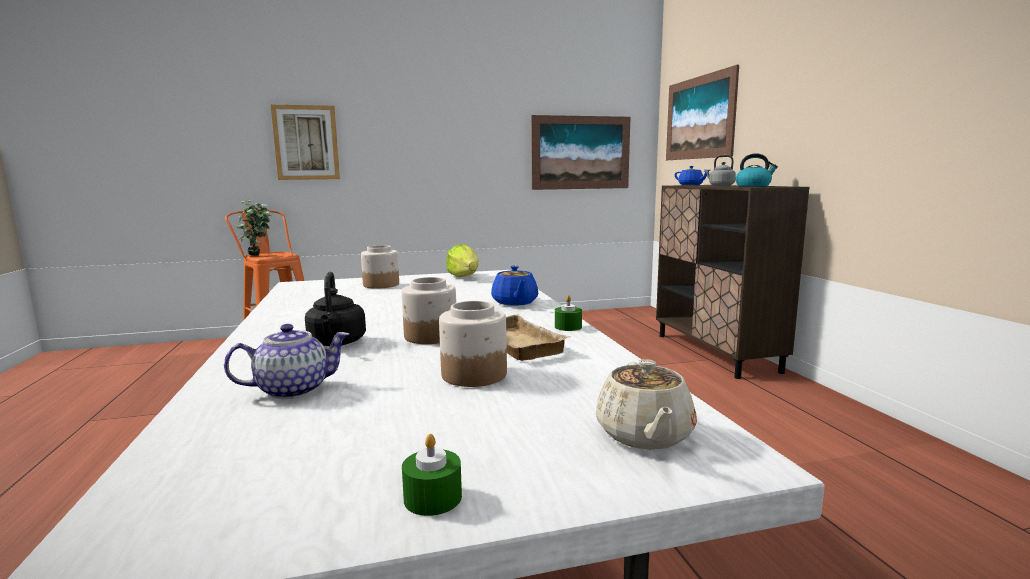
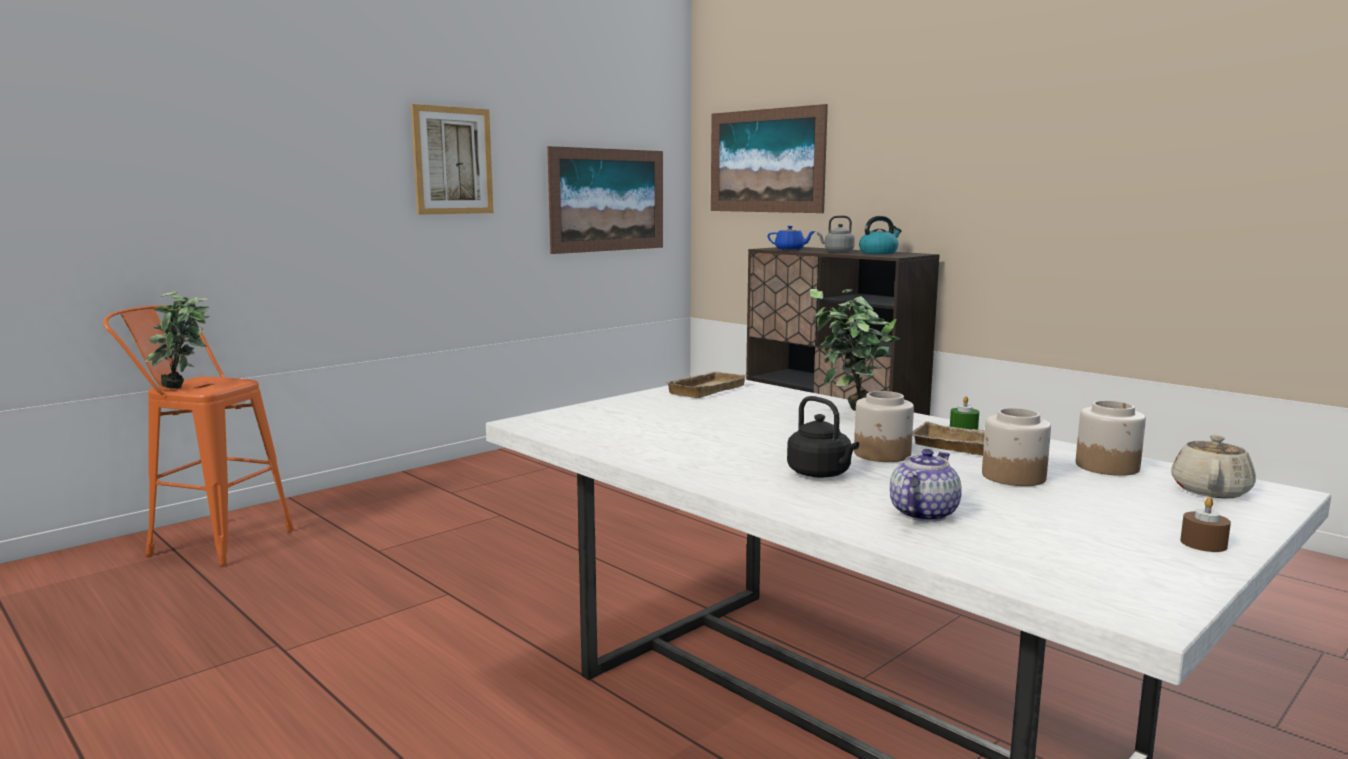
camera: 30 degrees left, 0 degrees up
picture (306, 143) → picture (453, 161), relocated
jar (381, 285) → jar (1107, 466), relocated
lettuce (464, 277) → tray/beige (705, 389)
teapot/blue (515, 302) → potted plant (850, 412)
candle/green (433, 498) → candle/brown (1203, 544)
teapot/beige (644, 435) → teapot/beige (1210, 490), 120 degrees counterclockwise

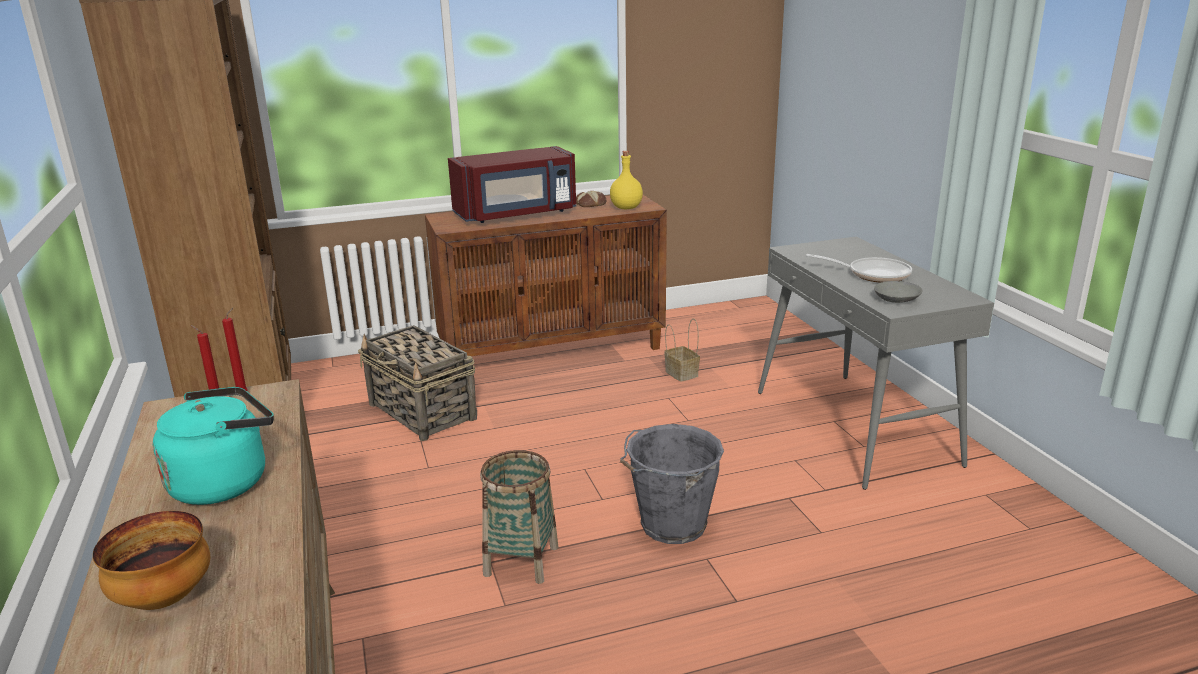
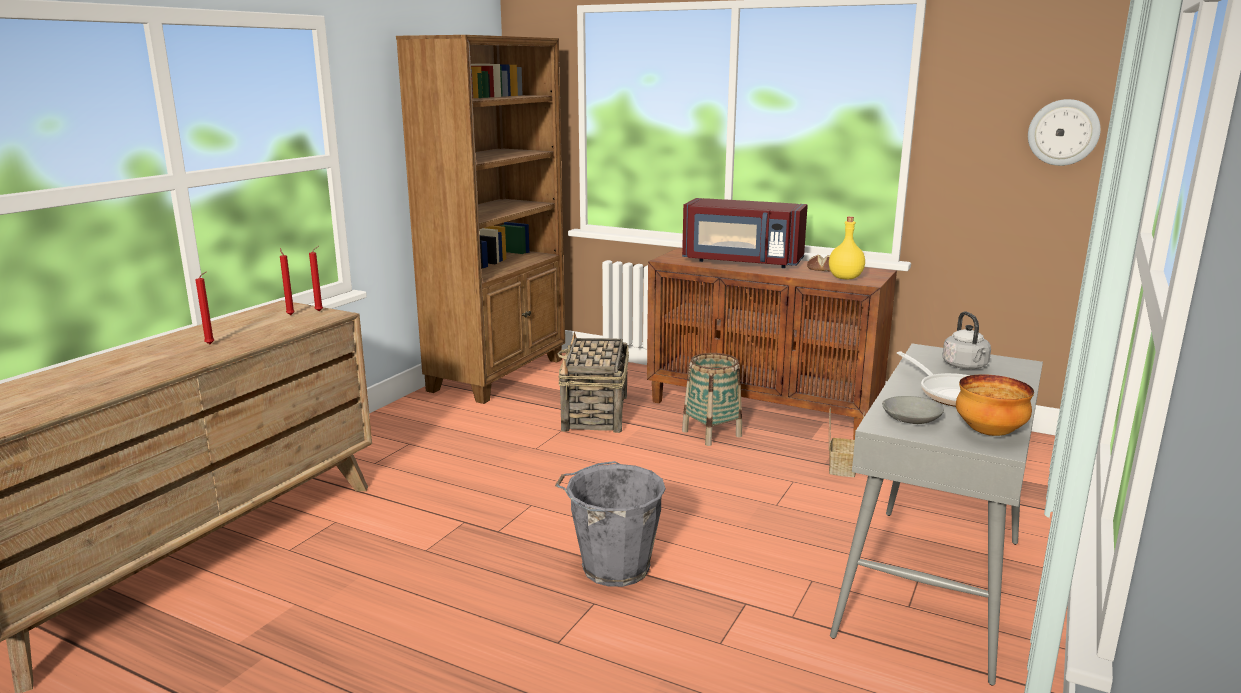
camera: 45 degrees right, 5 degrees down
- → kettle/grey (966, 366)
- → wall clock (1063, 132)
bowl (163, 599) → bowl (988, 433), relocated
basket (521, 560) → basket (711, 433), relocated
kettle/turquoise (225, 482) → candle/red (211, 344)

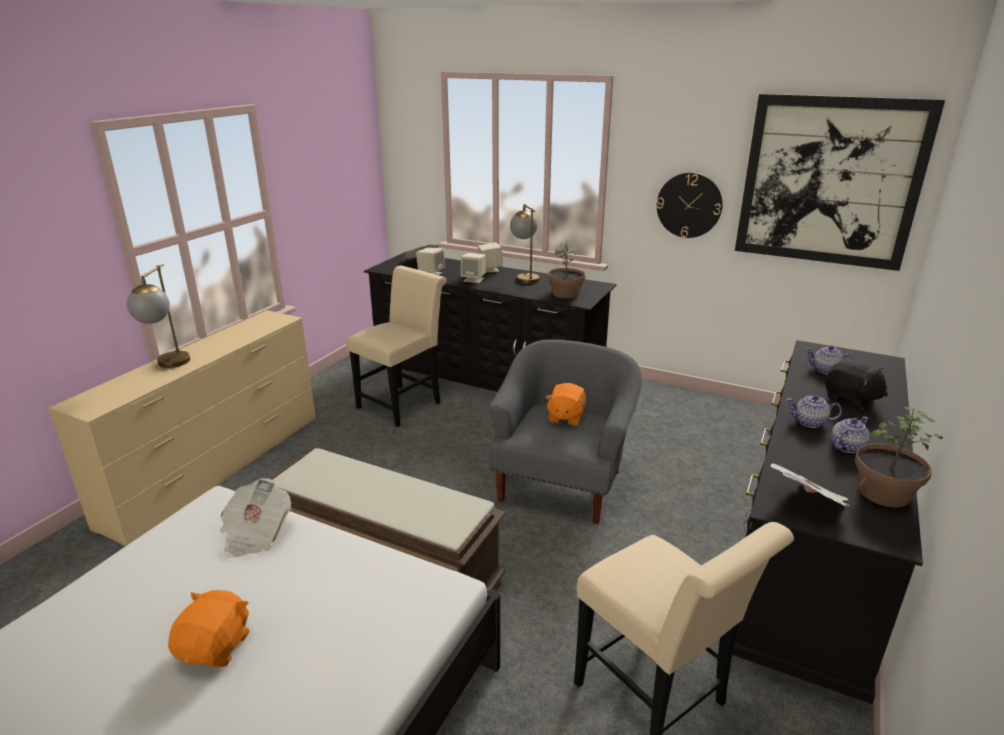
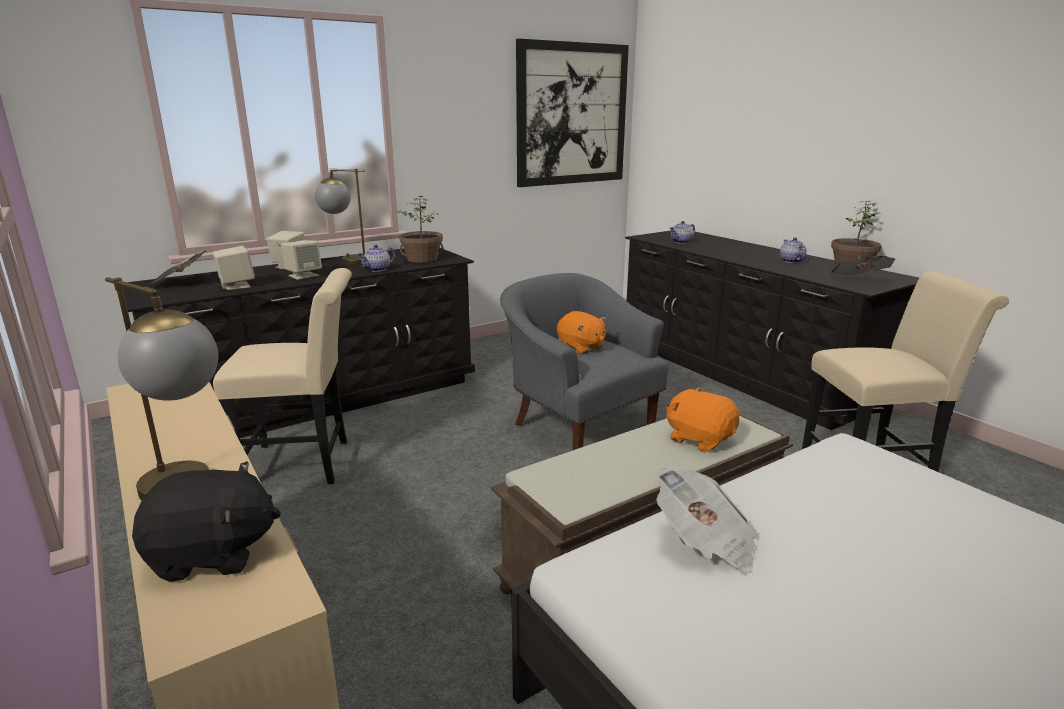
camera: 60 degrees left, 5 degrees down
wall clock (689, 205) → -
plush toy/orange (216, 647) → plush toy/orange (699, 439), relocated
teapot (810, 422) → teapot (378, 269), relocated
plush toy/black (851, 399) → plush toy/black (213, 554), relocated
chair/beige (403, 403) → chair/beige (306, 463), 105 degrees clockwise

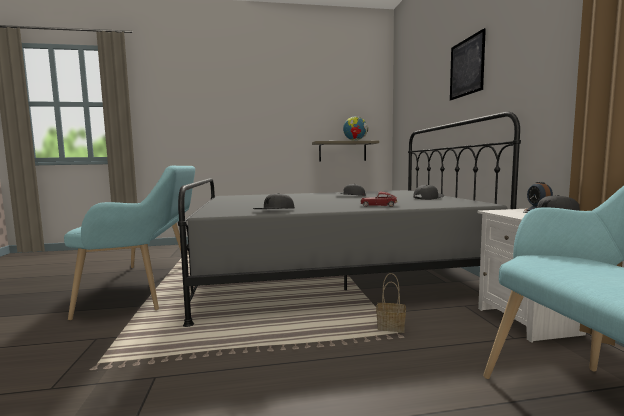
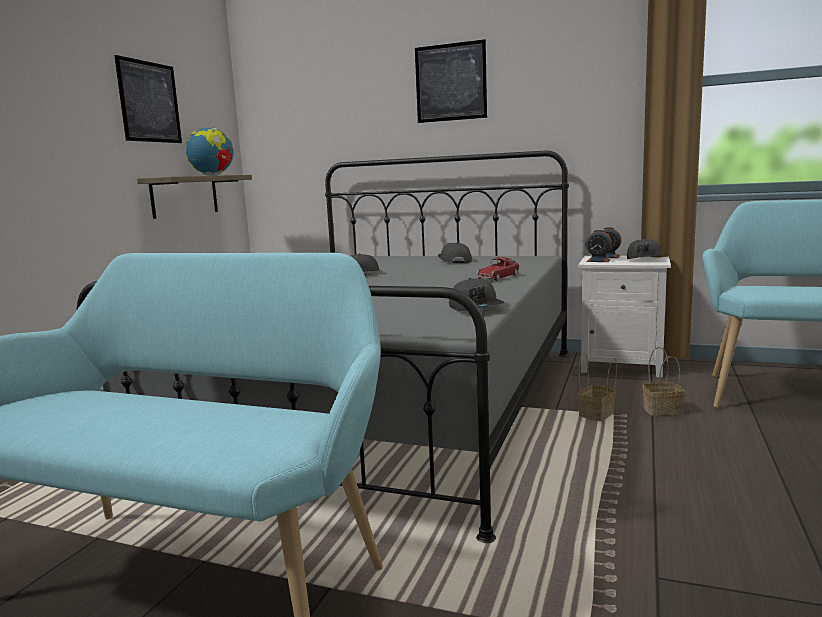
camera: 60 degrees left, 5 degrees up
- → picture (149, 102)
- → alarm clock (598, 260)
- → basket (661, 411)

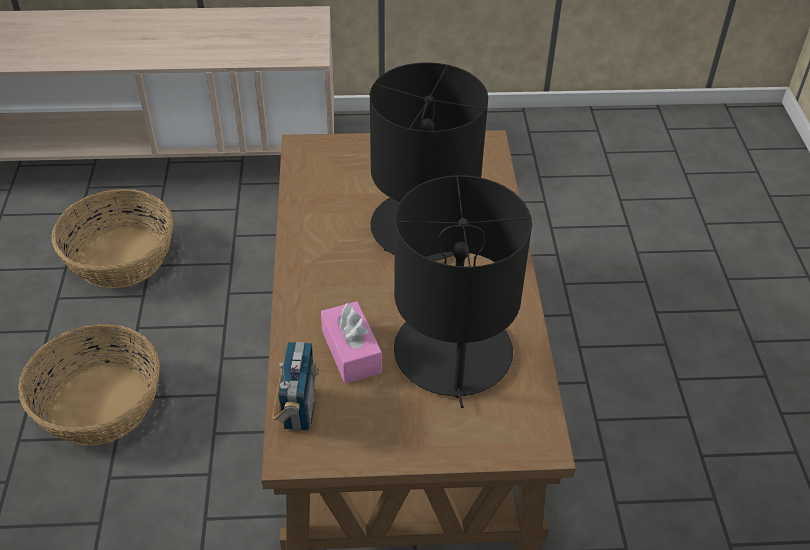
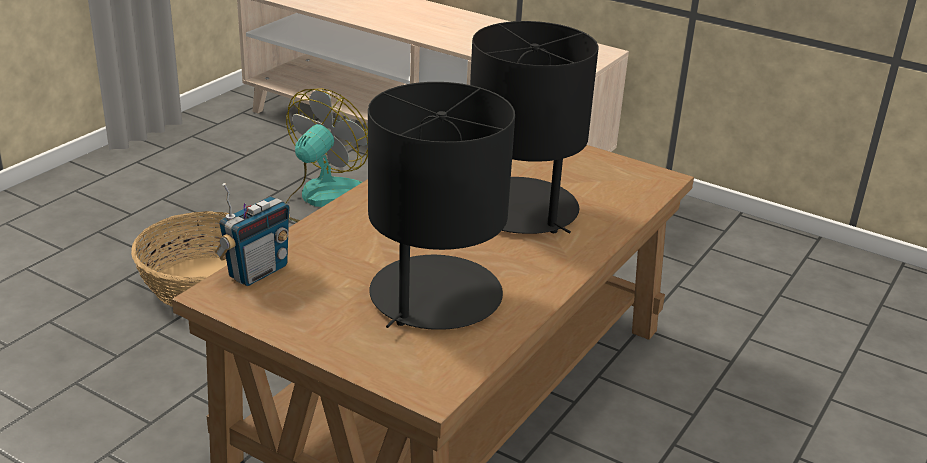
camera: 35 degrees right, 15 degrees down
tissue box/pink (351, 352) → -
basket (120, 258) → fan (324, 201)

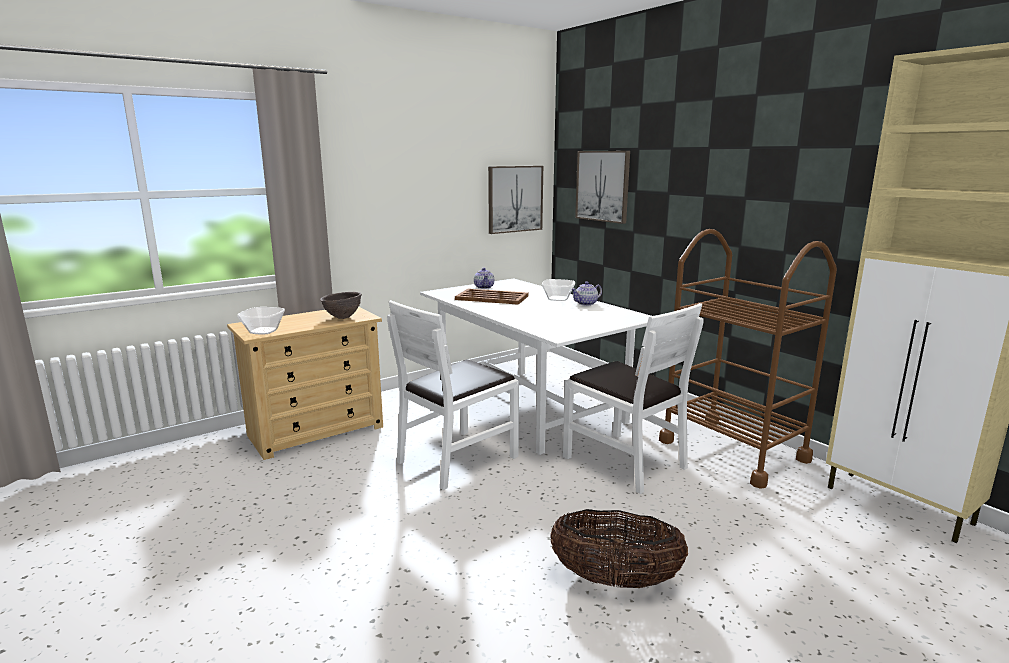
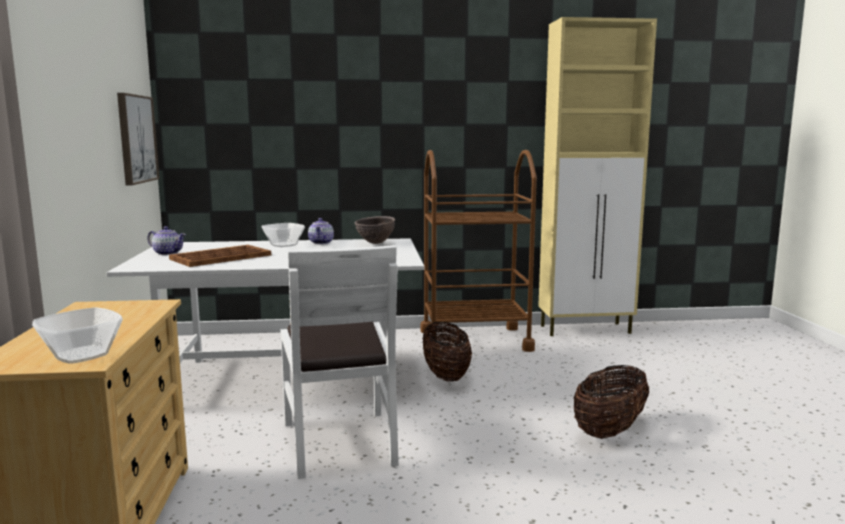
camera: 60 degrees left, 5 degrees down
picture (603, 186) → -
bowl/brown (342, 318) → bowl/brown (375, 243), relocated
chair/white (624, 461) → basket (446, 375)

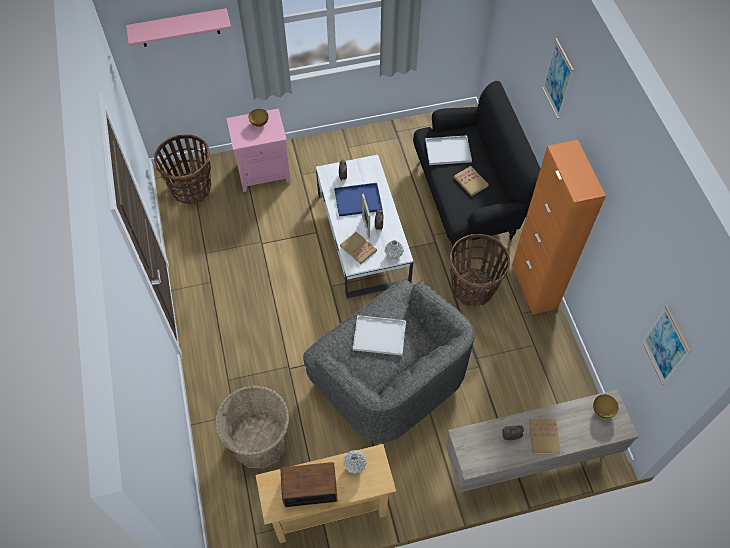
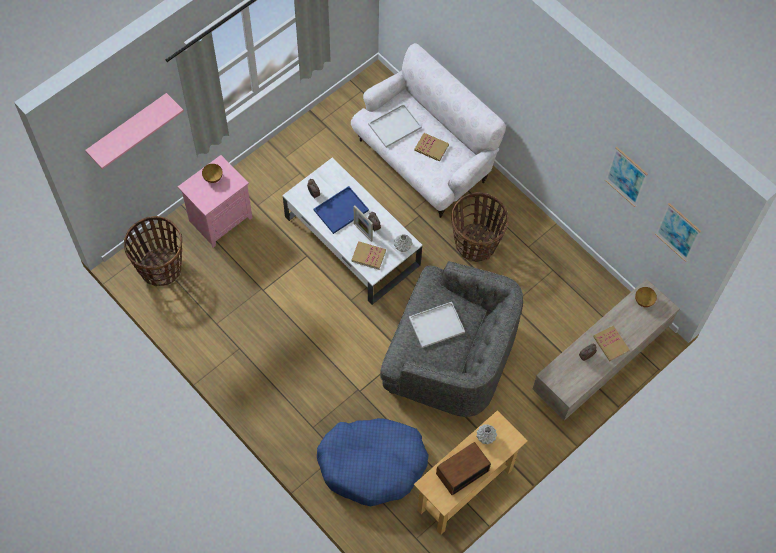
camera: 30 degrees left, 5 degrees up
cabinet/orange (534, 286) → -
picture (557, 79) → picture (626, 176), relocated
basket (259, 440) → dog bed/blue (372, 464)
sofa/black (467, 198) → sofa/white (424, 159)

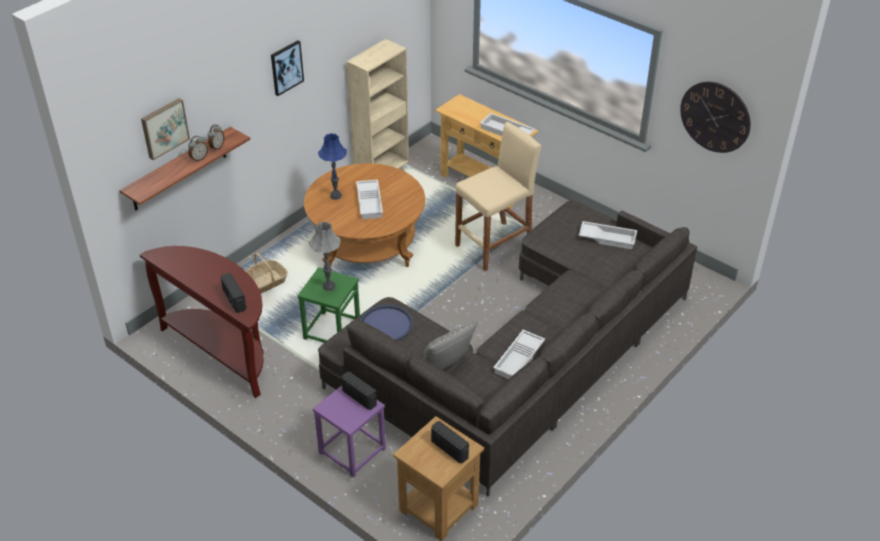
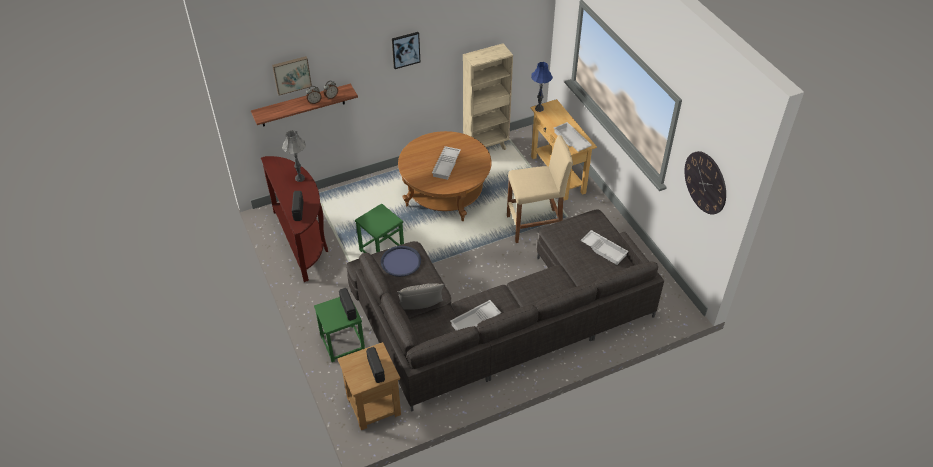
camera: 25 degrees right, 5 degrees up
basket (266, 282) → -
table lamp/grey (328, 286) → table lamp/grey (300, 178), relocated
table lamp/blue (335, 195) → table lamp/blue (539, 108), relocated
stool/purple (351, 451) → stool/green (342, 343)

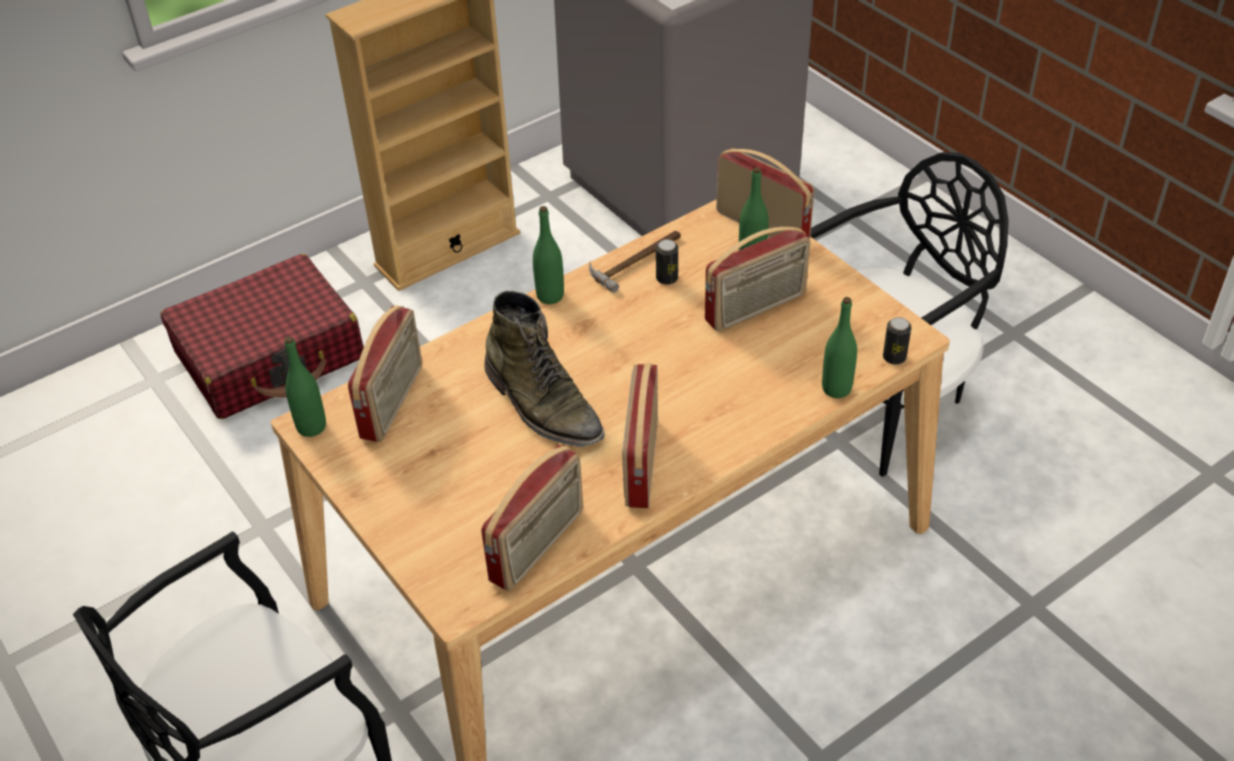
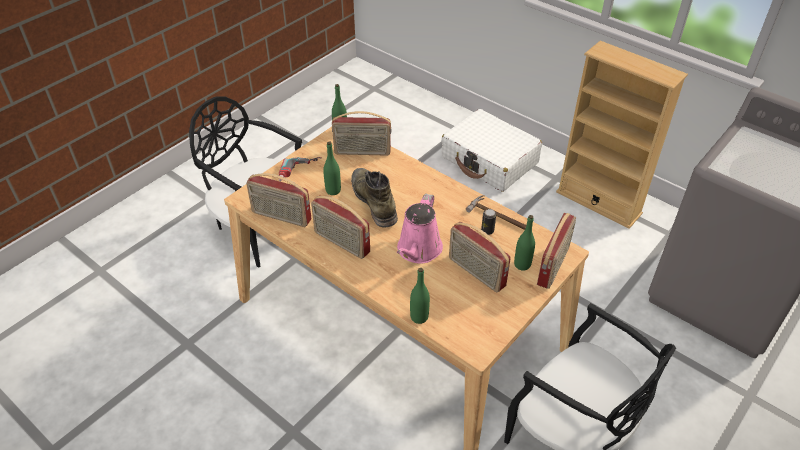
camera: 75 degrees right, 0 degrees up
can (894, 357) → -
- → power drill (299, 171)
- → watering can/pink (418, 251)
bottle/green (550, 296) → bottle/green (333, 190), relocated
suitcase/red (270, 355) → suitcase/white (489, 160)
boot/green (543, 404) → boot/green (374, 201), 120 degrees clockwise
radio (640, 463) → radio (341, 243), 135 degrees counterclockwise

